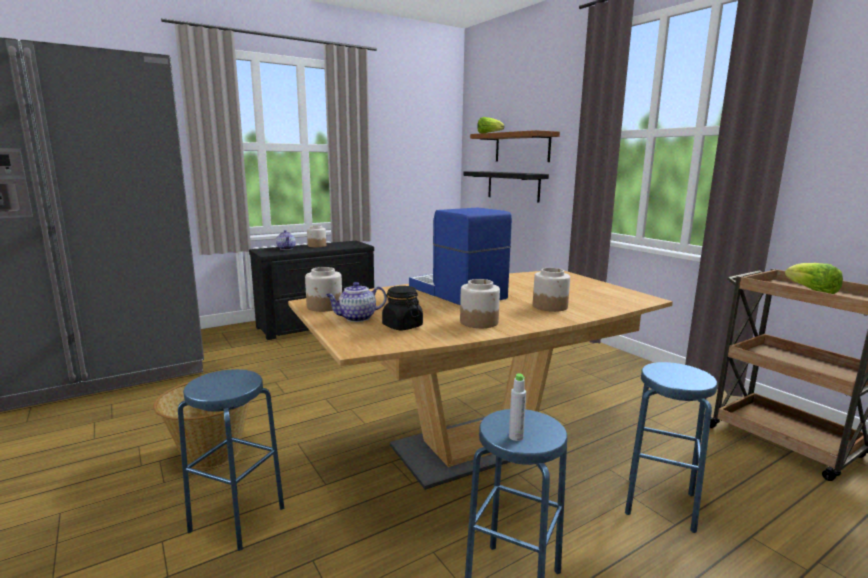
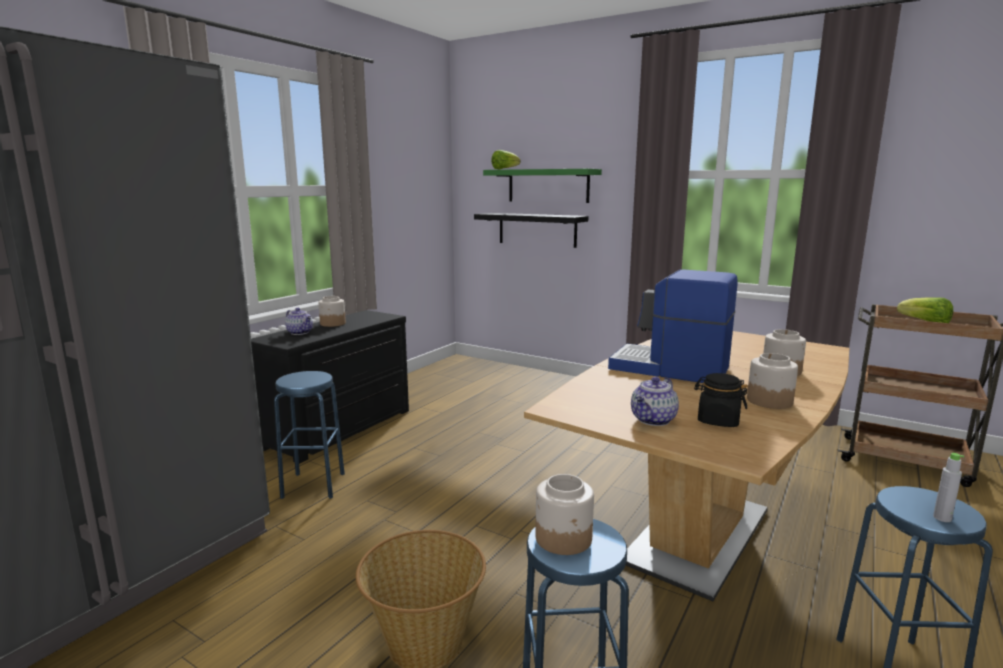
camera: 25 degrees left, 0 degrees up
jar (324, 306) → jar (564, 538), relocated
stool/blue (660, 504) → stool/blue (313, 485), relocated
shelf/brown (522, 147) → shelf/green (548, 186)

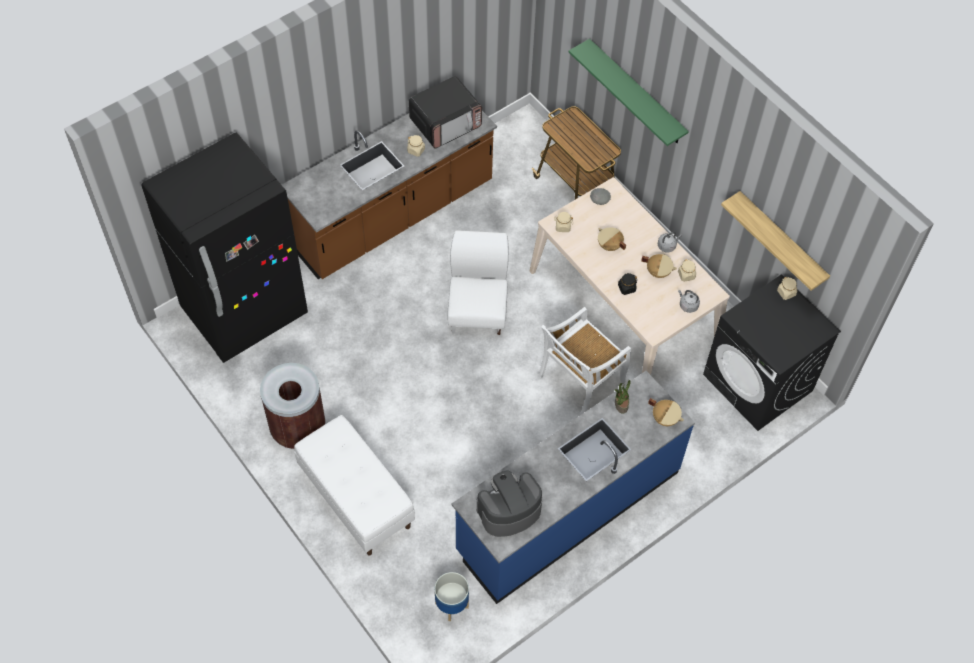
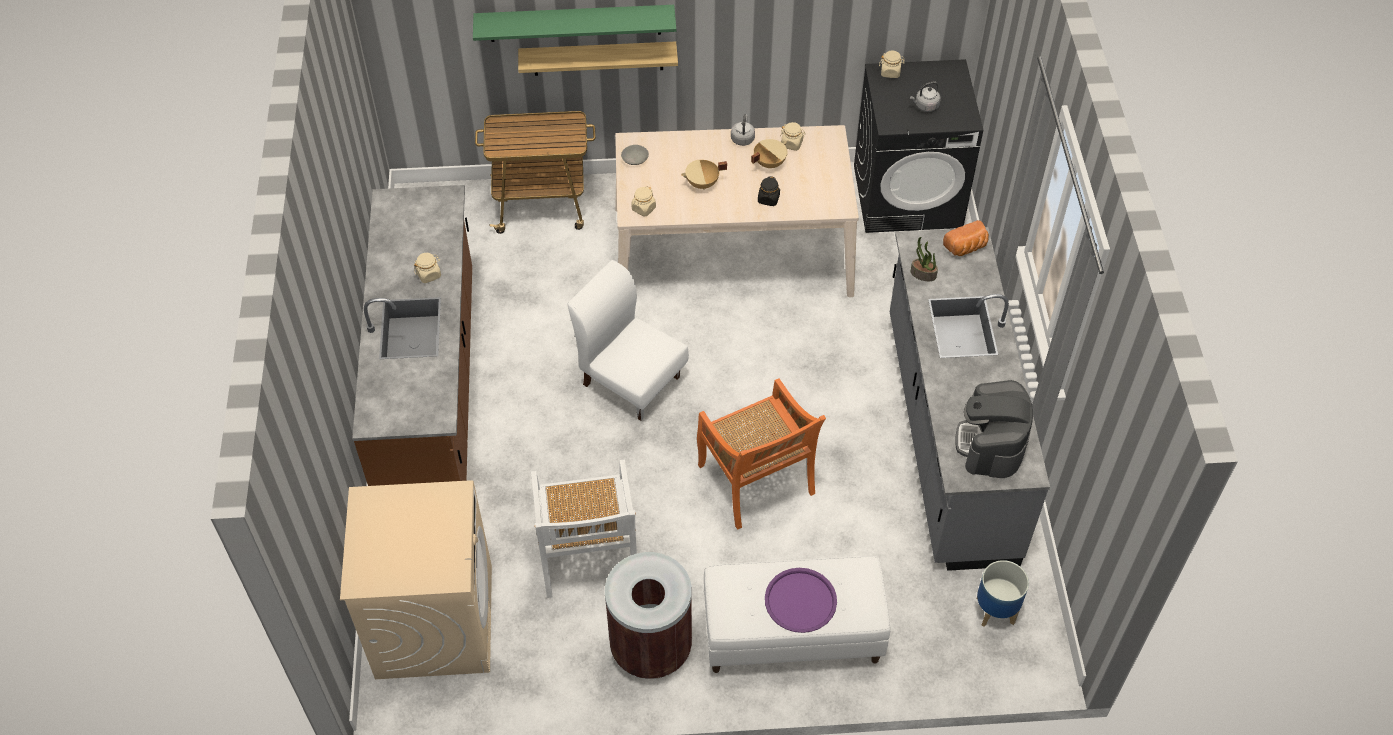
camera: 55 degrees left, 5 degrees down
microwave (446, 123) → -
- → chair/orange (756, 481)
- → tray/purple (800, 601)
chair/white (580, 380) → chair/white (588, 556), relocated
kettle/grey (687, 305) → kettle/grey (925, 106), relocated
shelf (781, 241) → shelf (598, 58), relocated
fridge/black (245, 312) → washing machine/beige (434, 620)
cooking pot/beige (665, 418) → bread (966, 247)
counter/blue (567, 511) → counter/grey (948, 437)

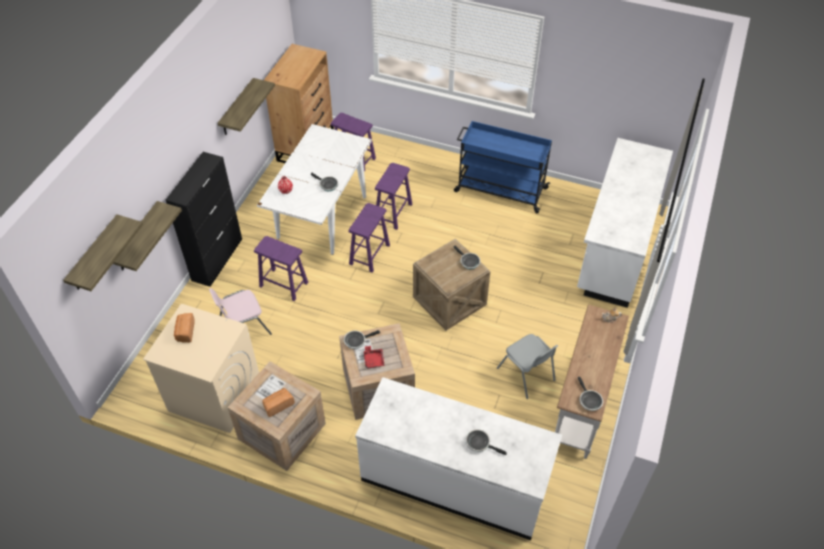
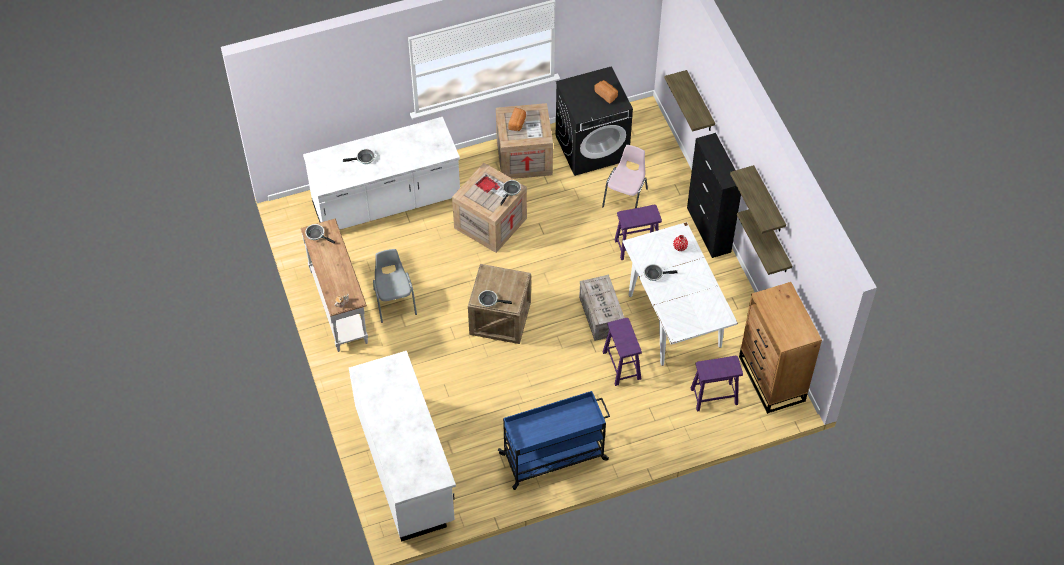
camera: 140 degrees right, 5 degrees up
shelf (94, 254) → shelf (768, 201), relocated
stool/purple (369, 254) → crate (600, 314)
washing machine/beige (214, 395) → washing machine/black (592, 147)
chair/grey (526, 375) → chair/grey (394, 301), 60 degrees clockwise

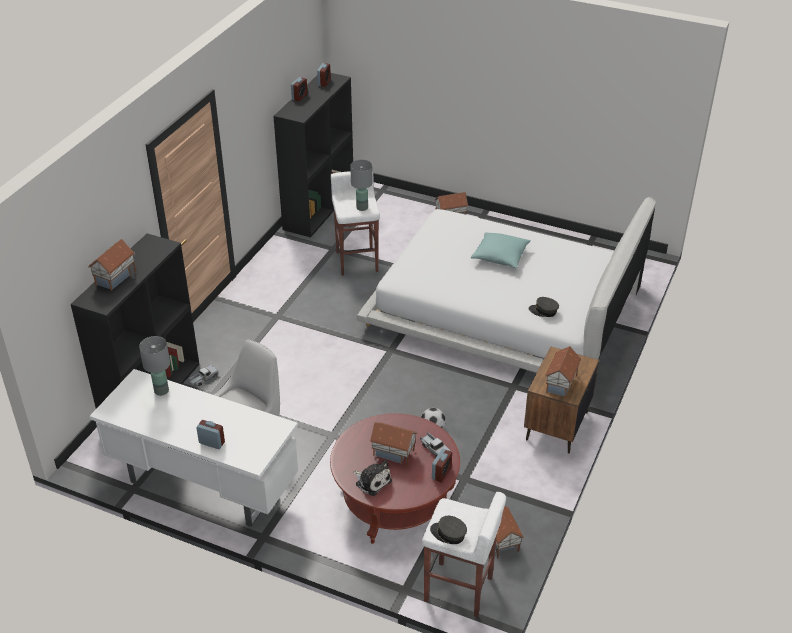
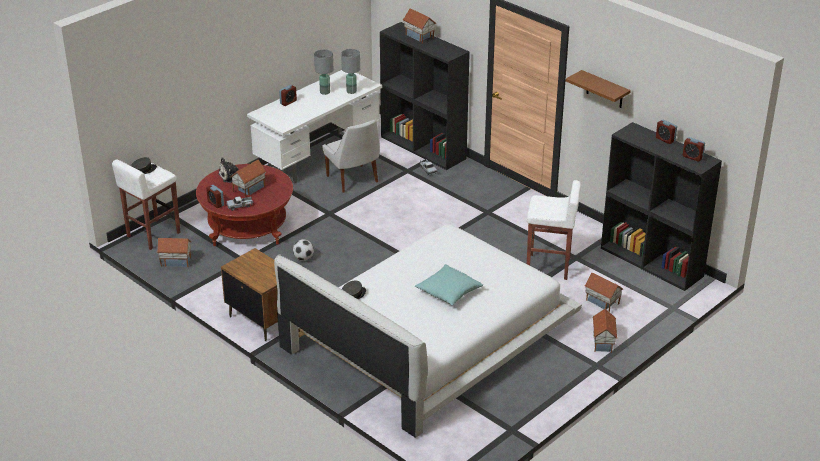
camera: 110 degrees right, 5 degrees down
- → shelf/brown (604, 90)
table lamp/grey (362, 207) → table lamp/grey (325, 92), relocated
toy house (562, 384) → toy house (602, 303), relocated

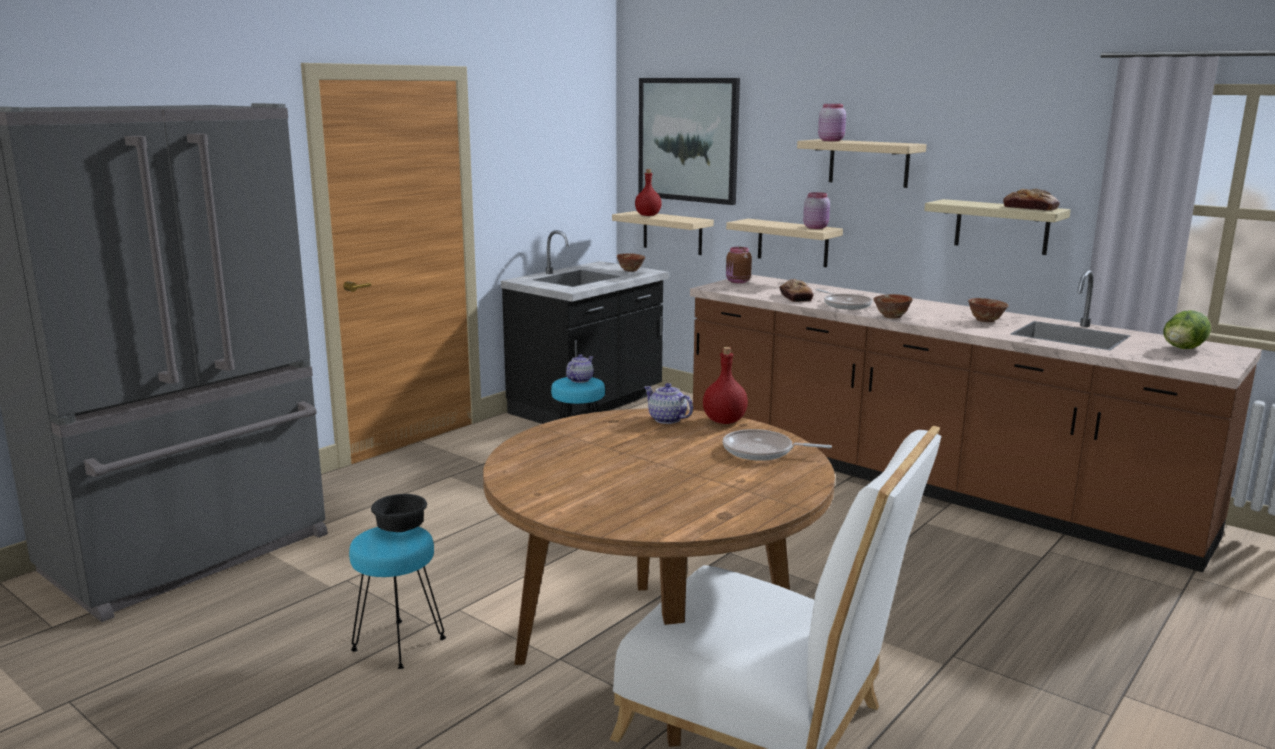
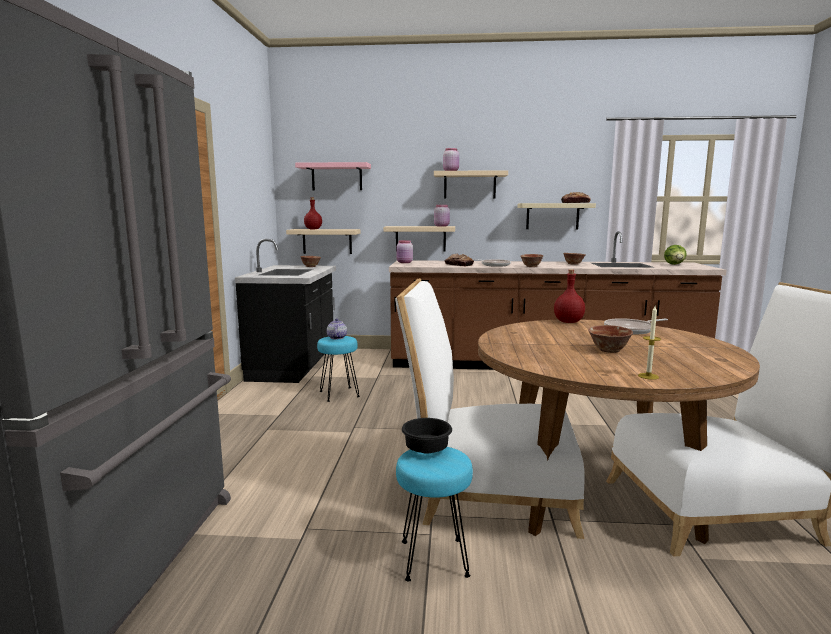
camera: 35 degrees left, 5 degrees down
teapot (666, 419) → -
- → chair/white (487, 493)
- → bowl (609, 350)
- → candle (648, 376)
picture (688, 140) → shelf/pink (336, 177)
jar/brown (737, 281) → jar/pink (404, 262)

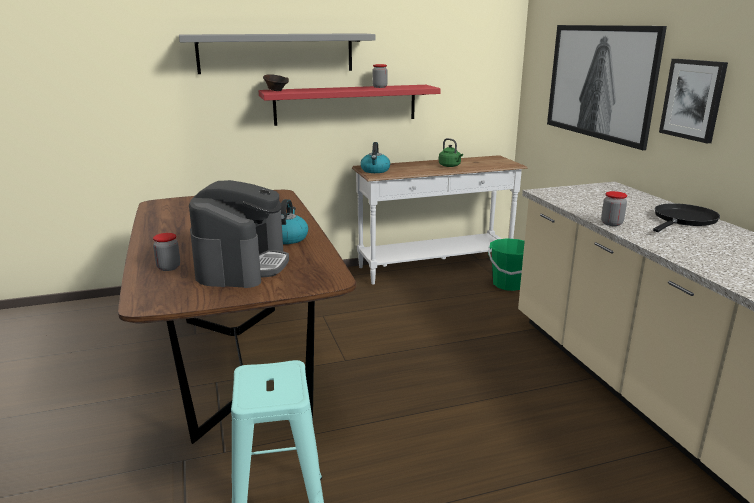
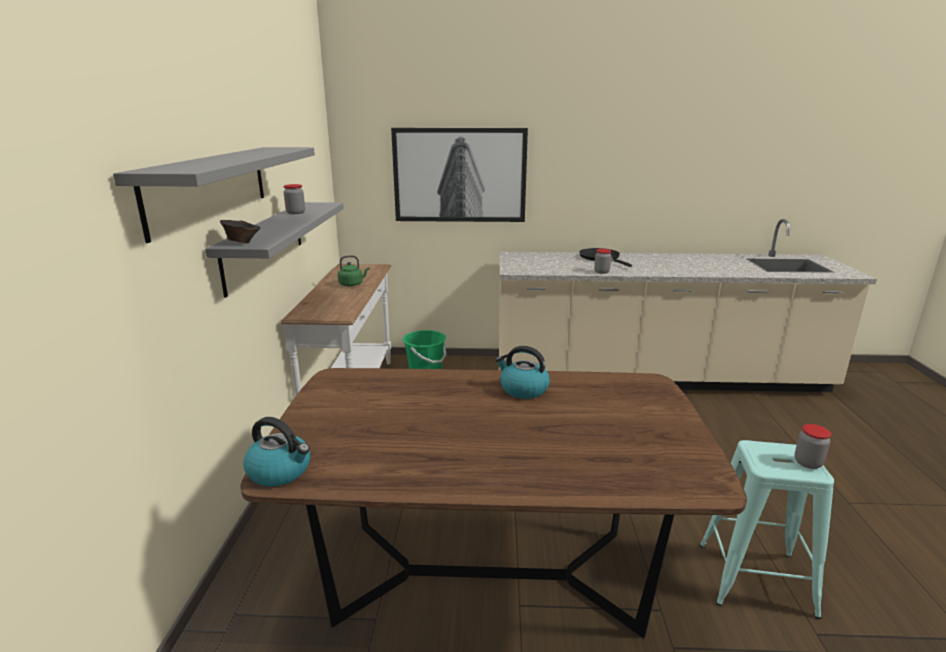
camera: 70 degrees left, 0 degrees up
coffee machine (242, 265) → -
picture (693, 99) → -
jar (168, 267) → jar (808, 463), relocated
kettle (375, 170) → kettle (280, 471), relocated
shelf/red (346, 104) → shelf/grey (265, 244)

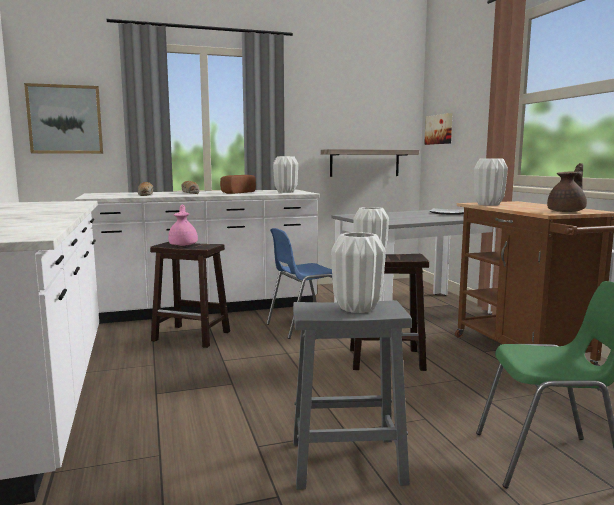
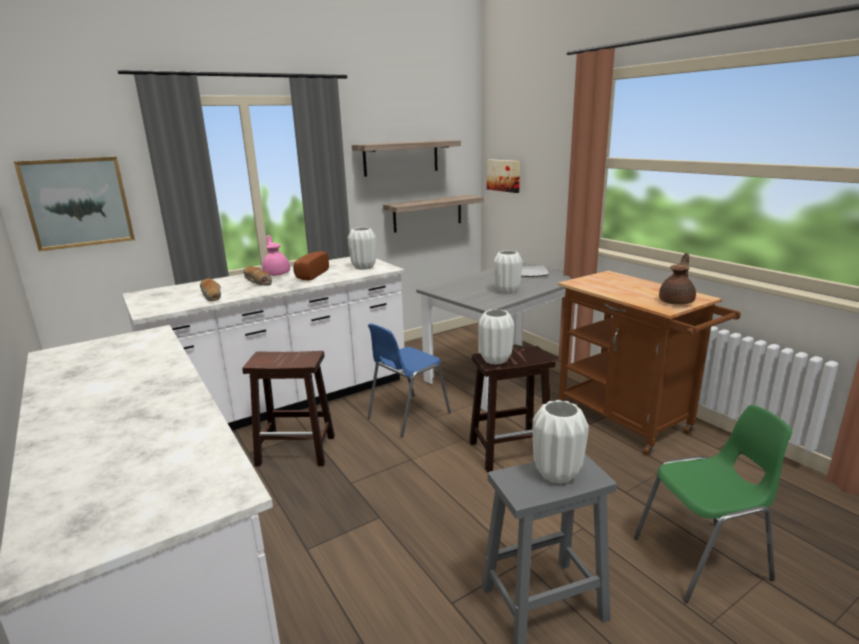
camera: 15 degrees left, 10 degrees up
- → shelf (401, 158)
teapot/pink (184, 244) → teapot/pink (277, 273), relocated
vase/white (488, 204) → vase/white (507, 291), relocated

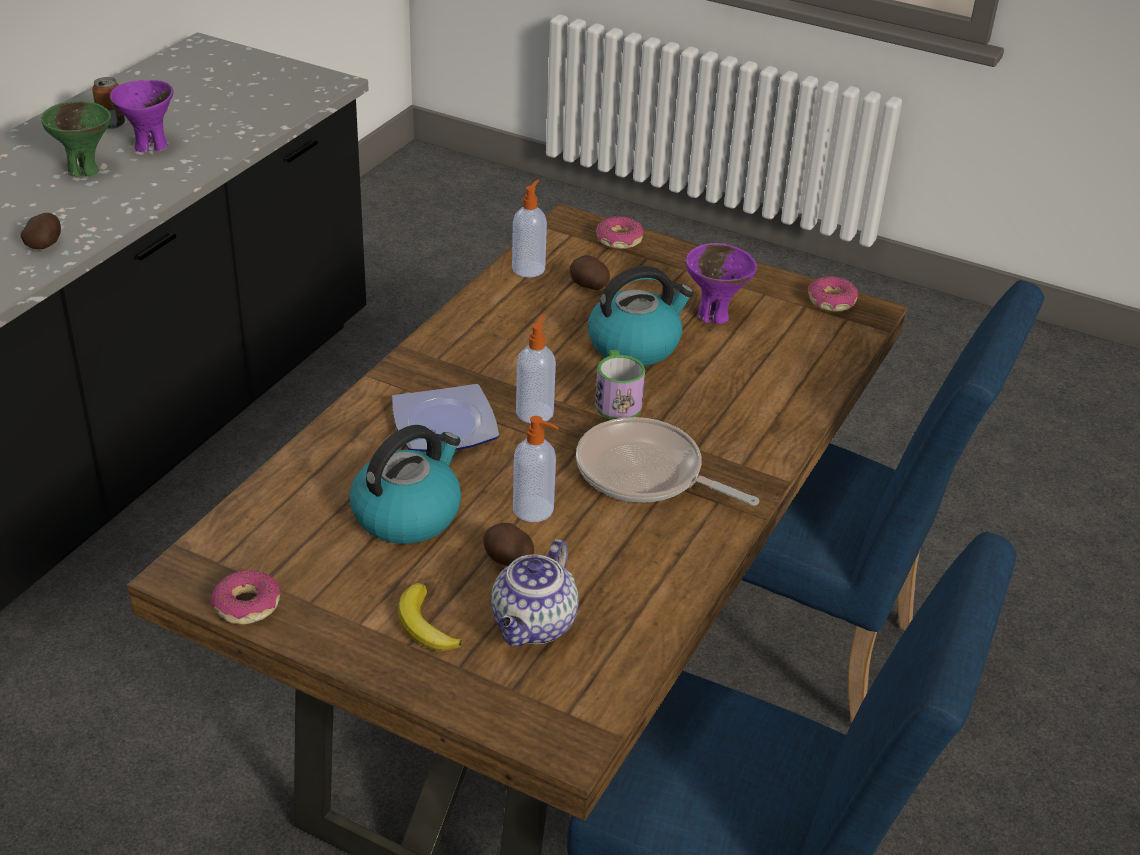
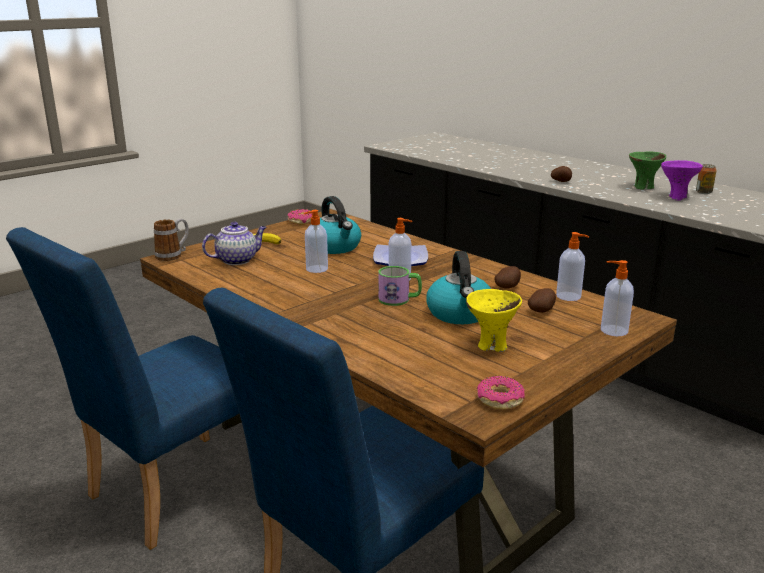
camera: 110 degrees right, 15 degrees down
frying pan (645, 474) → -
- → mug (173, 255)
potato (507, 560) → potato (508, 287), relocated
donut (618, 240) → soap dispenser (613, 330)
bowl/purple (714, 315) → bowl/yellow (491, 346)
teapot (534, 626) → teapot (237, 260), 105 degrees clockwise

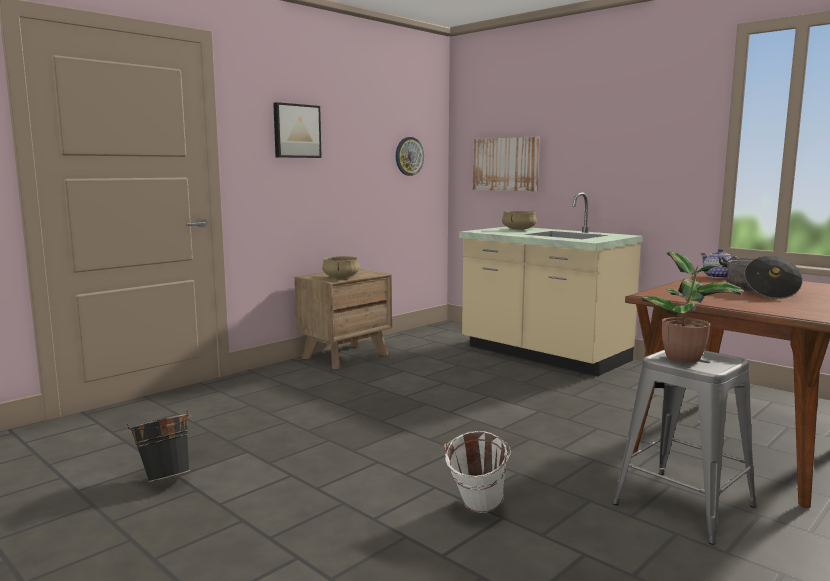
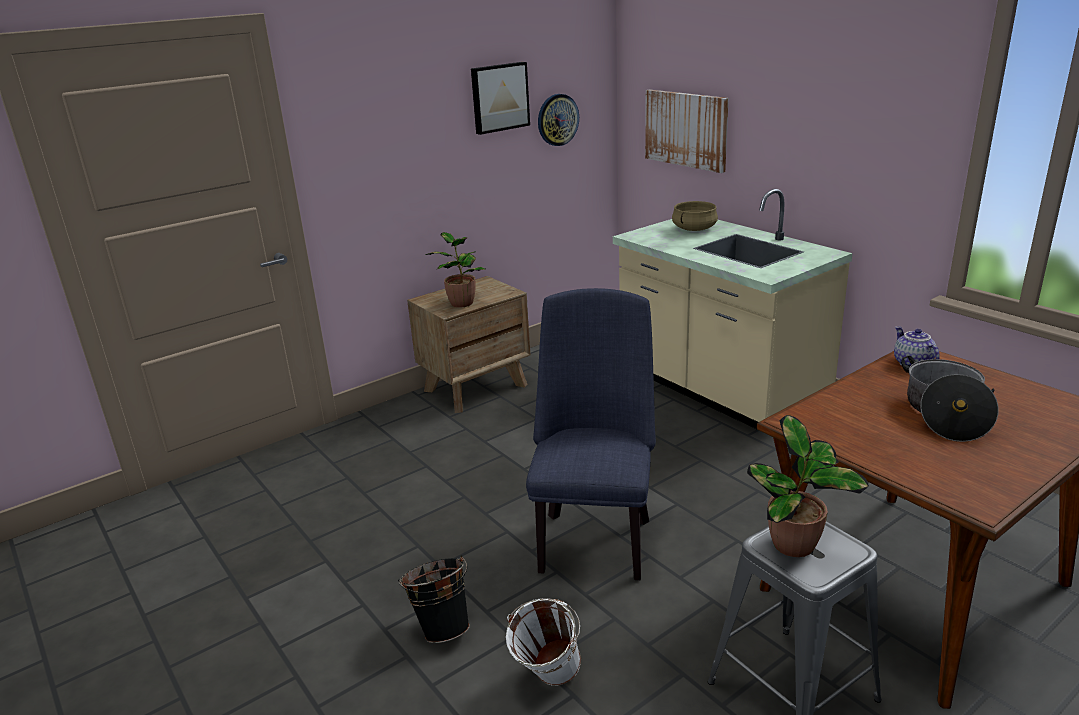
camera: 10 degrees right, 15 degrees up
- → chair/blue (594, 537)
bucket/black (165, 477) → bucket/black (442, 627), relocated
picture (296, 131) → picture (499, 97), relocated
cooking pot/beige (340, 277) → potted plant (460, 303)

